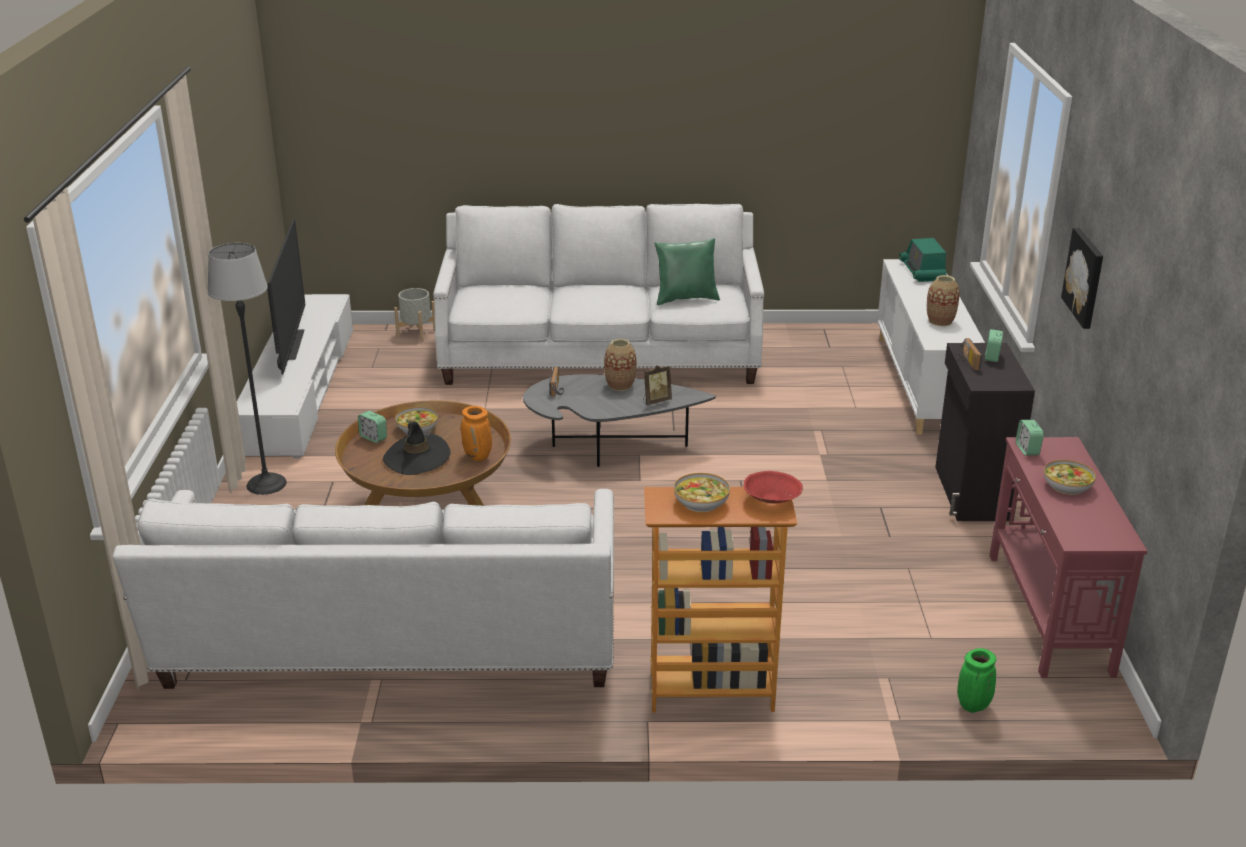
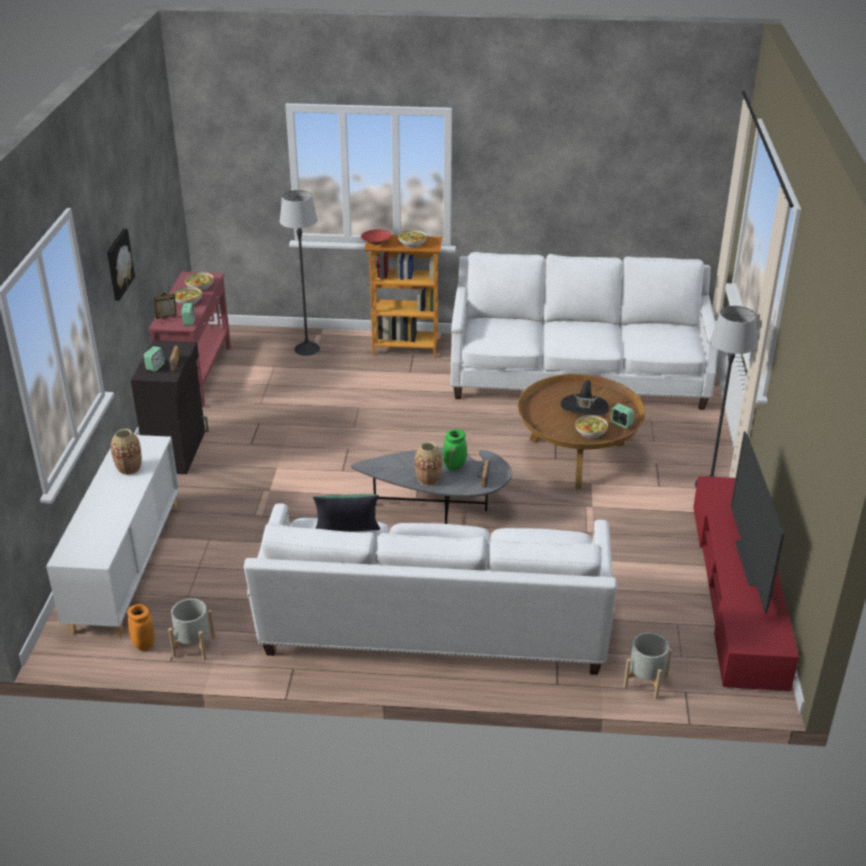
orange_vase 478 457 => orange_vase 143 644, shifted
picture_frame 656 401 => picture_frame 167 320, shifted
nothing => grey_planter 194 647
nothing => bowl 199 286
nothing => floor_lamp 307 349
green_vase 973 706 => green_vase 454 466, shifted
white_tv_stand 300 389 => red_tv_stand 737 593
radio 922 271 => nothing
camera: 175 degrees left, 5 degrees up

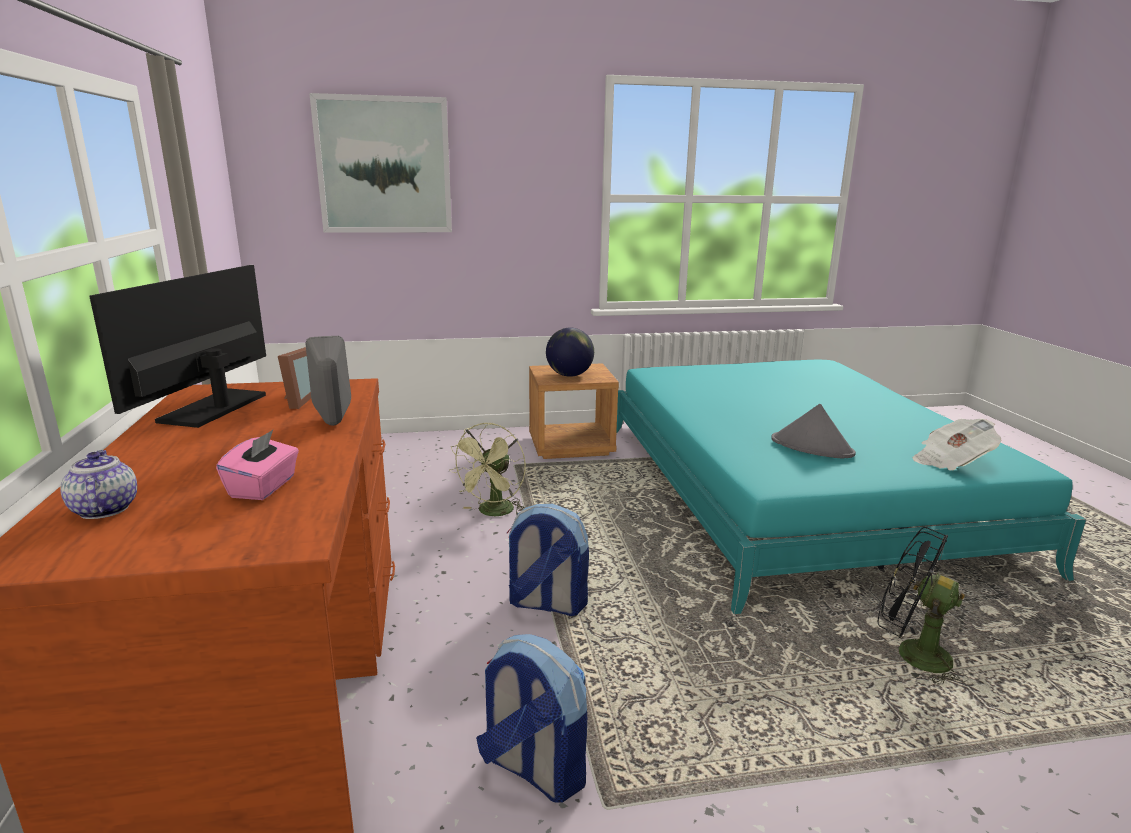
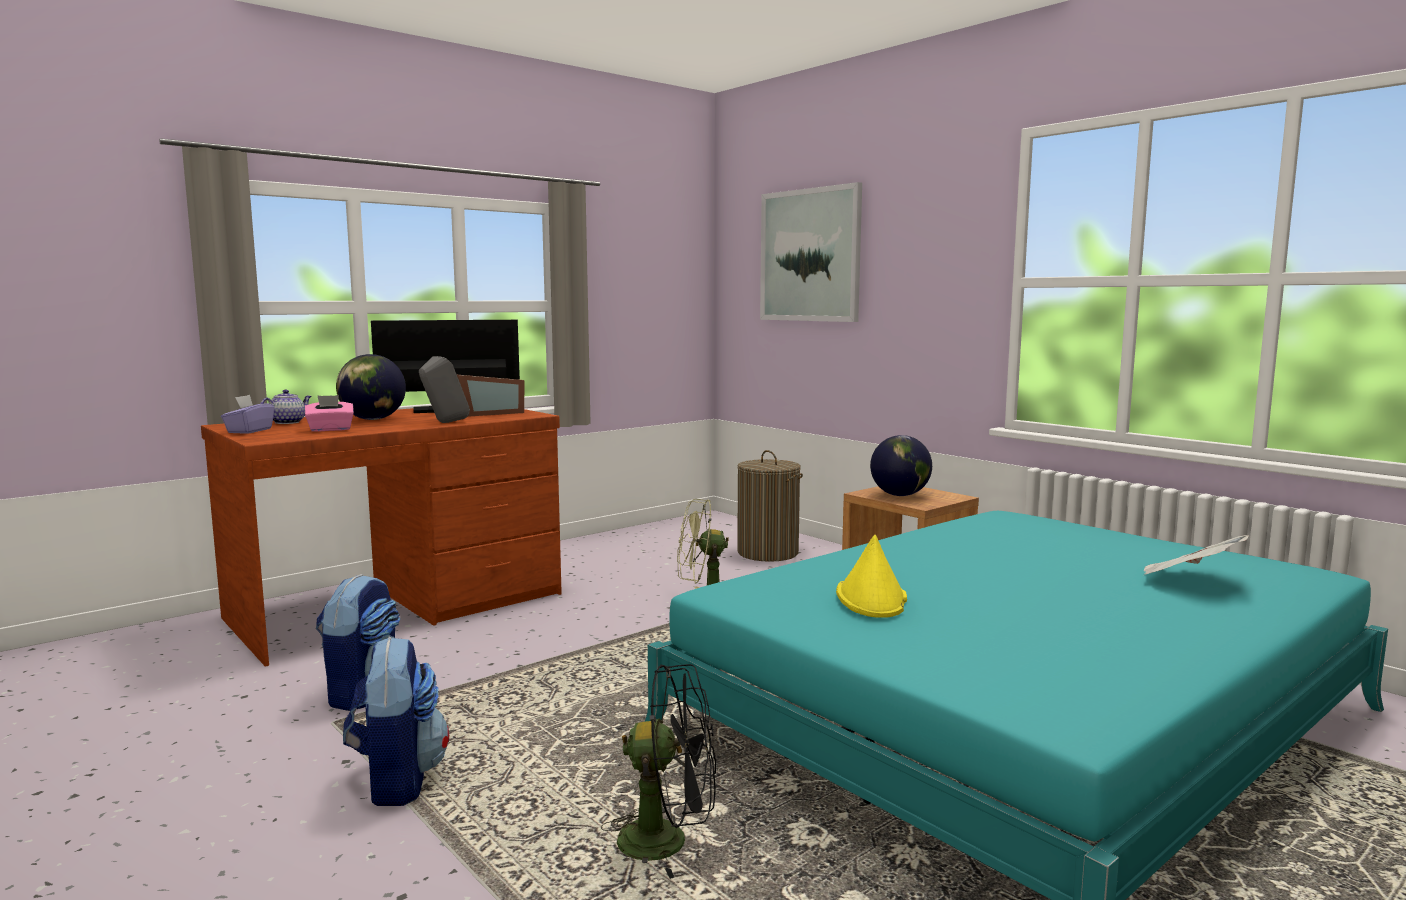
nothing => purple_tissue_box 249 431
nothing => globe 372 419
backpack 546 604 => backpack 397 780, shifted
black_fan 911 653 => black_fan 668 840, 90 degrees clockwise
nothing => laundry_basket 768 553
grey_hat 812 447 => yellow_hat 871 598
newspaper 950 462 => newspaper 1188 580, shifted
camera: 60 degrees right, 10 degrees down

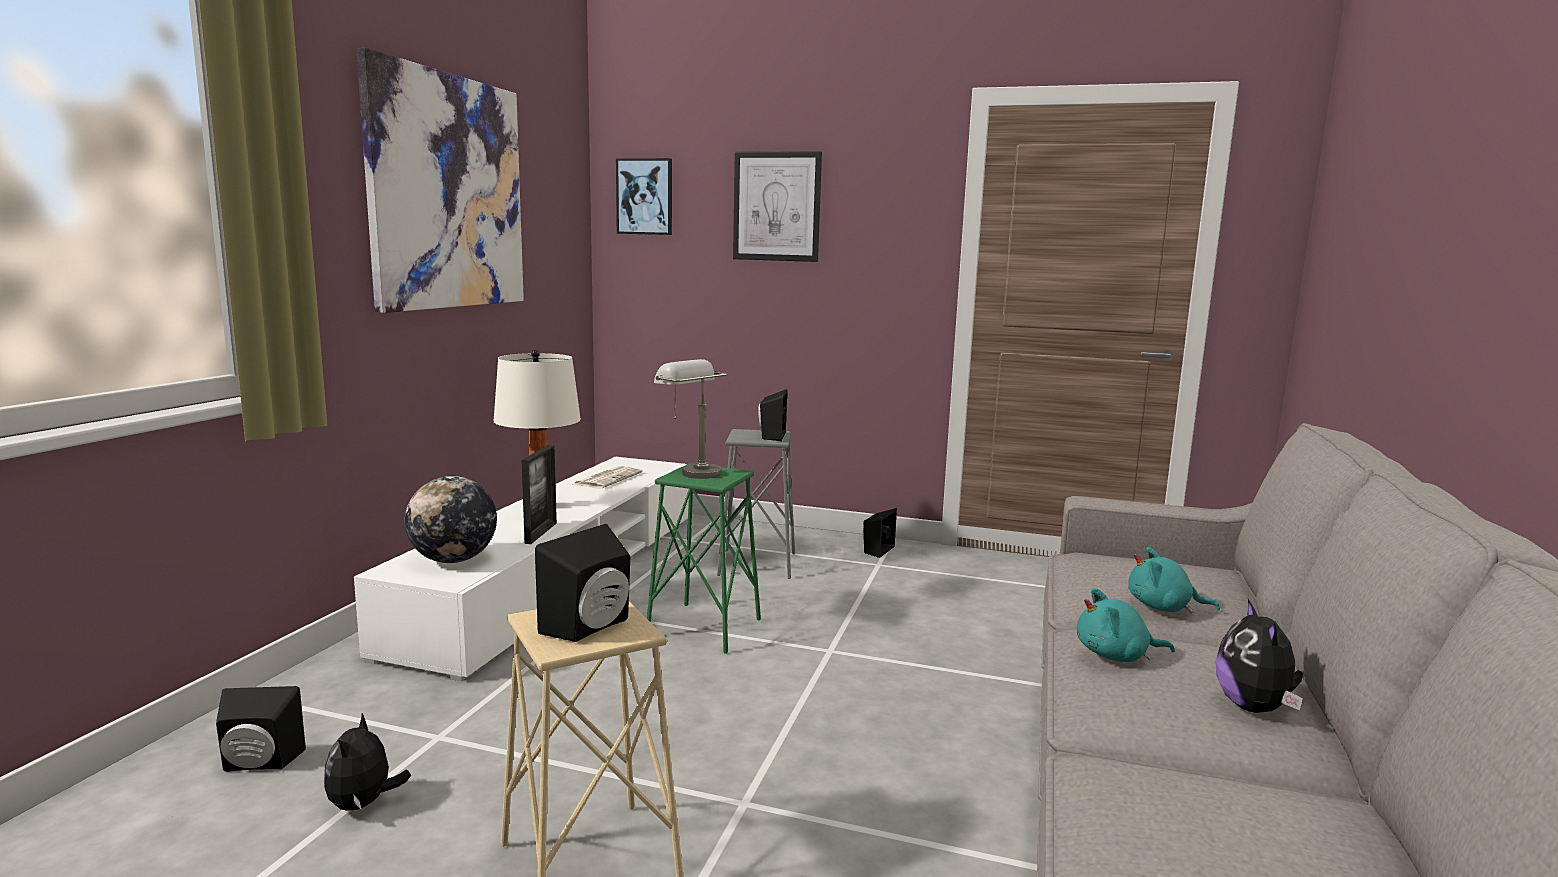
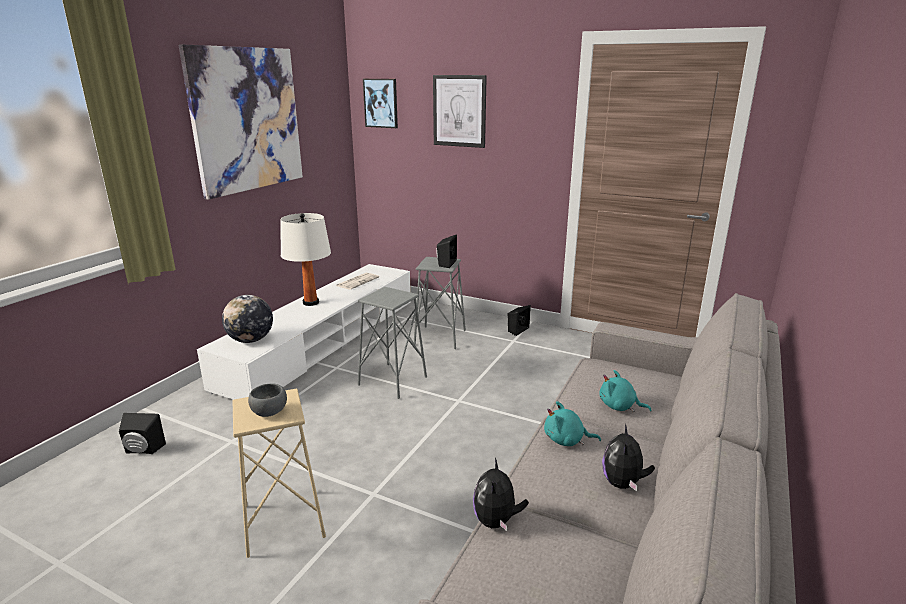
black_speaker 592 627 => grey_bowl 269 411
green_stool 704 627 => grey_stool 393 380
plush_toy 364 804 => plush_toy 496 521, shifted
picture_frame 541 533 => nothing
grey_table_lamp 690 471 => nothing
camera: 10 degrees right, 10 degrees up

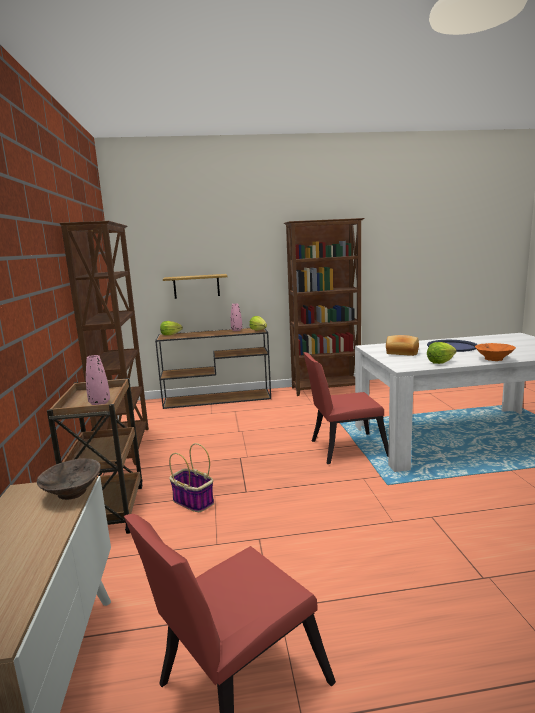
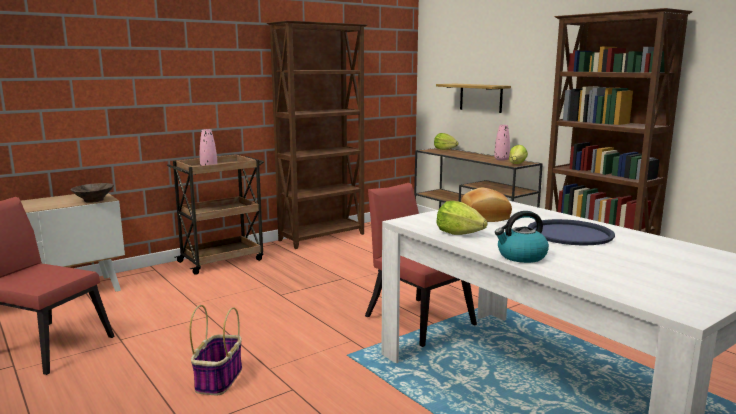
basket 192 501 => basket 219 379, shifted
orange_bowl 494 359 => kettle 521 256
camera: 60 degrees right, 0 degrees up

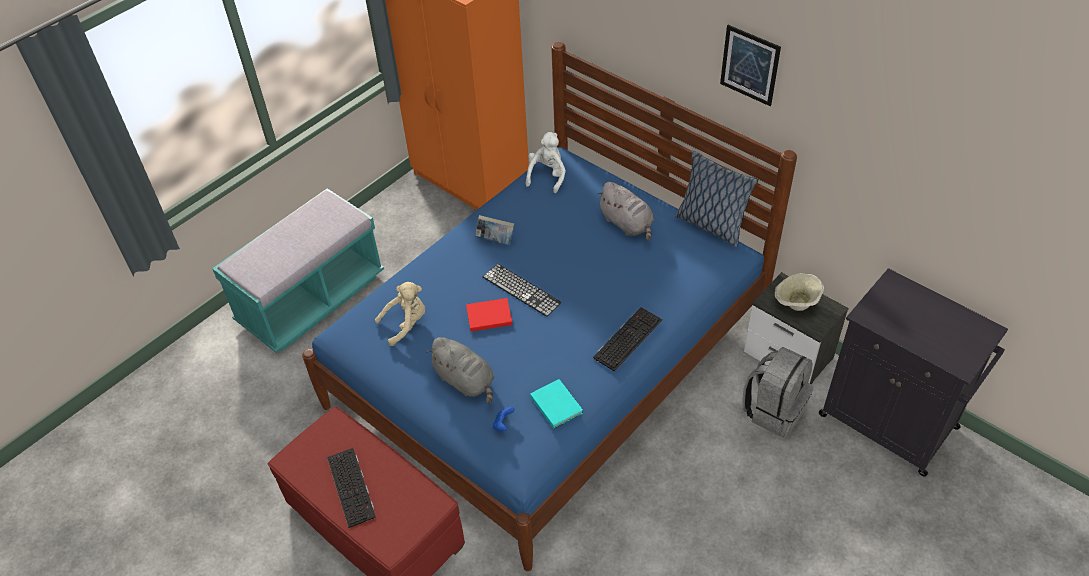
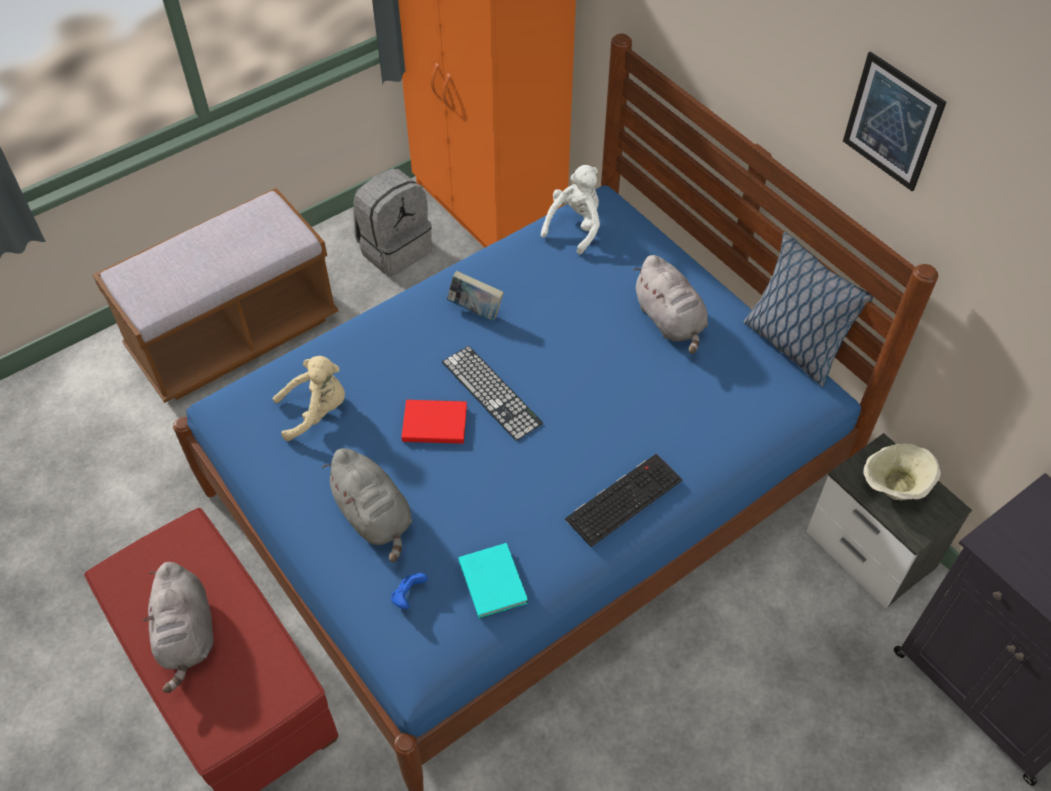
turquoise_bench 312 299 => brown_bench 234 335
keyboard 352 487 => grey_plush_toy 187 636
grey_backpack 774 410 => grey_backpack 394 249, shifted
camera: 10 degrees right, 5 degrees up

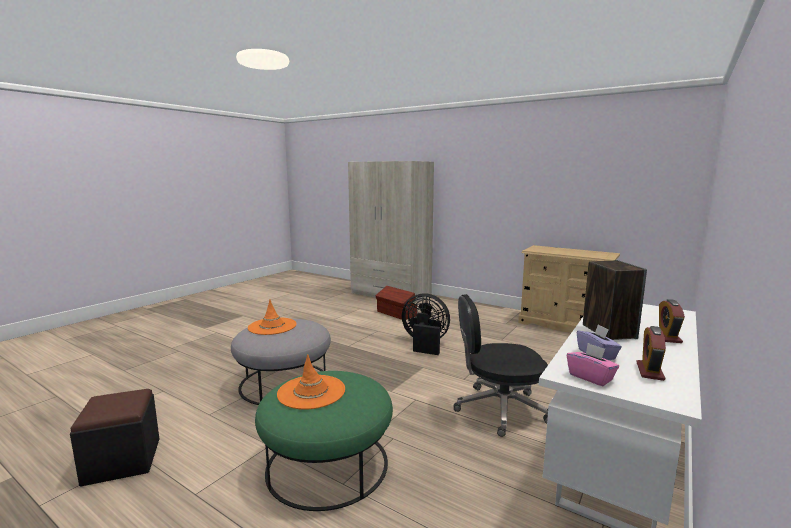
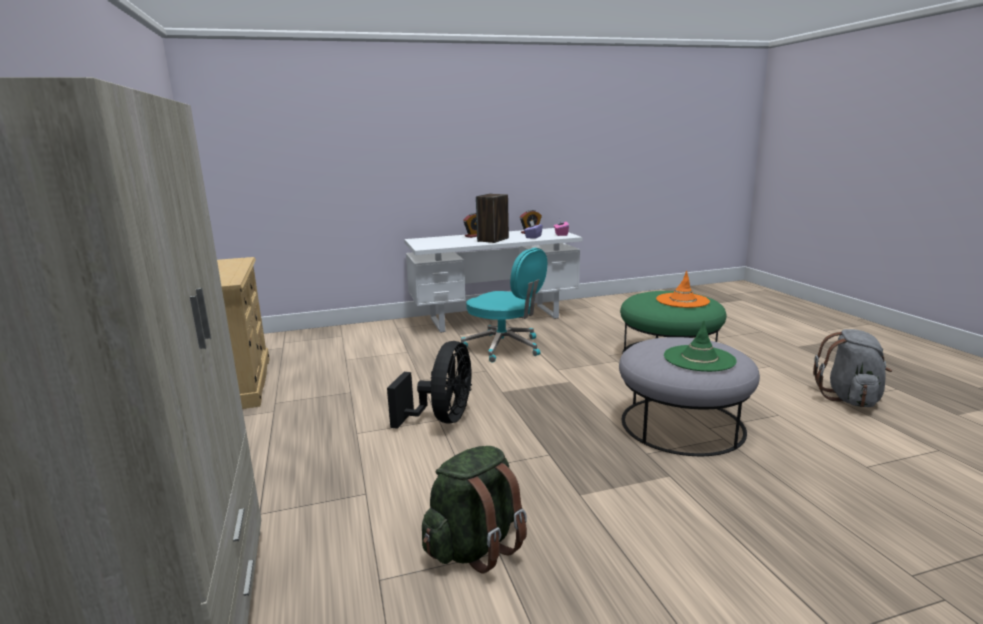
black_fan 425 343 => black_fan 442 419, 135 degrees counterclockwise
nothing => green_backpack 475 546
black_office_chair 499 409 => turquoise_office_chair 505 347
orange_hat 272 326 => green_hat 699 359
black_ottoman 122 461 => grey_backpack 850 398
brown_storage_box 396 314 => nothing
camera: 140 degrees left, 5 degrees up

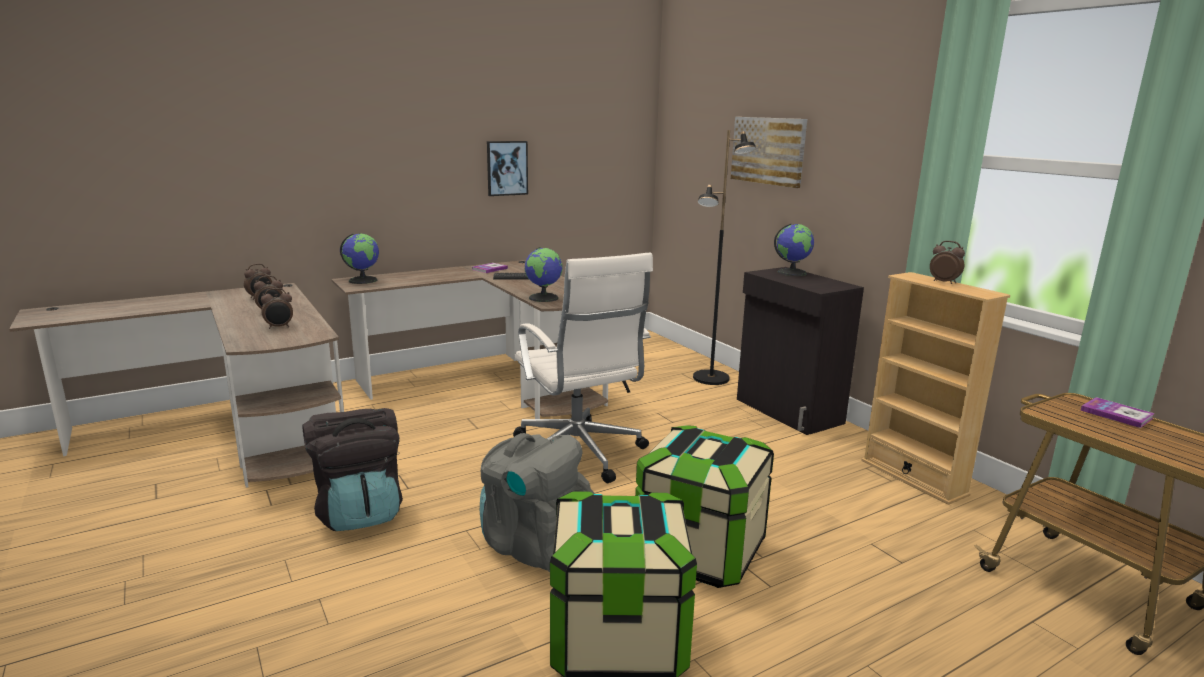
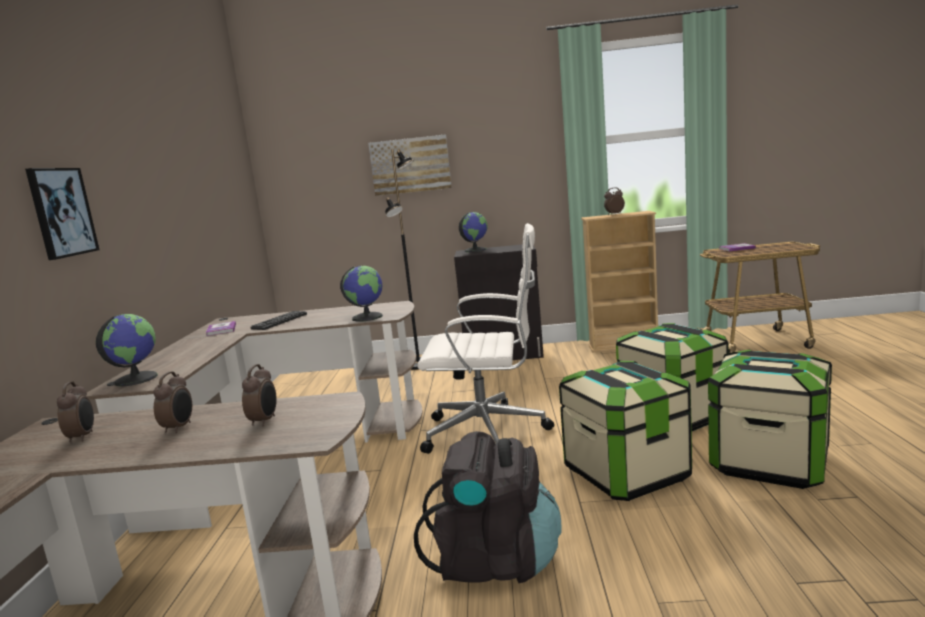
picture 507 168 => picture 61 212, shifted
grey_backpack 535 545 => storage_box 627 473
camera: 55 degrees left, 5 degrees down

